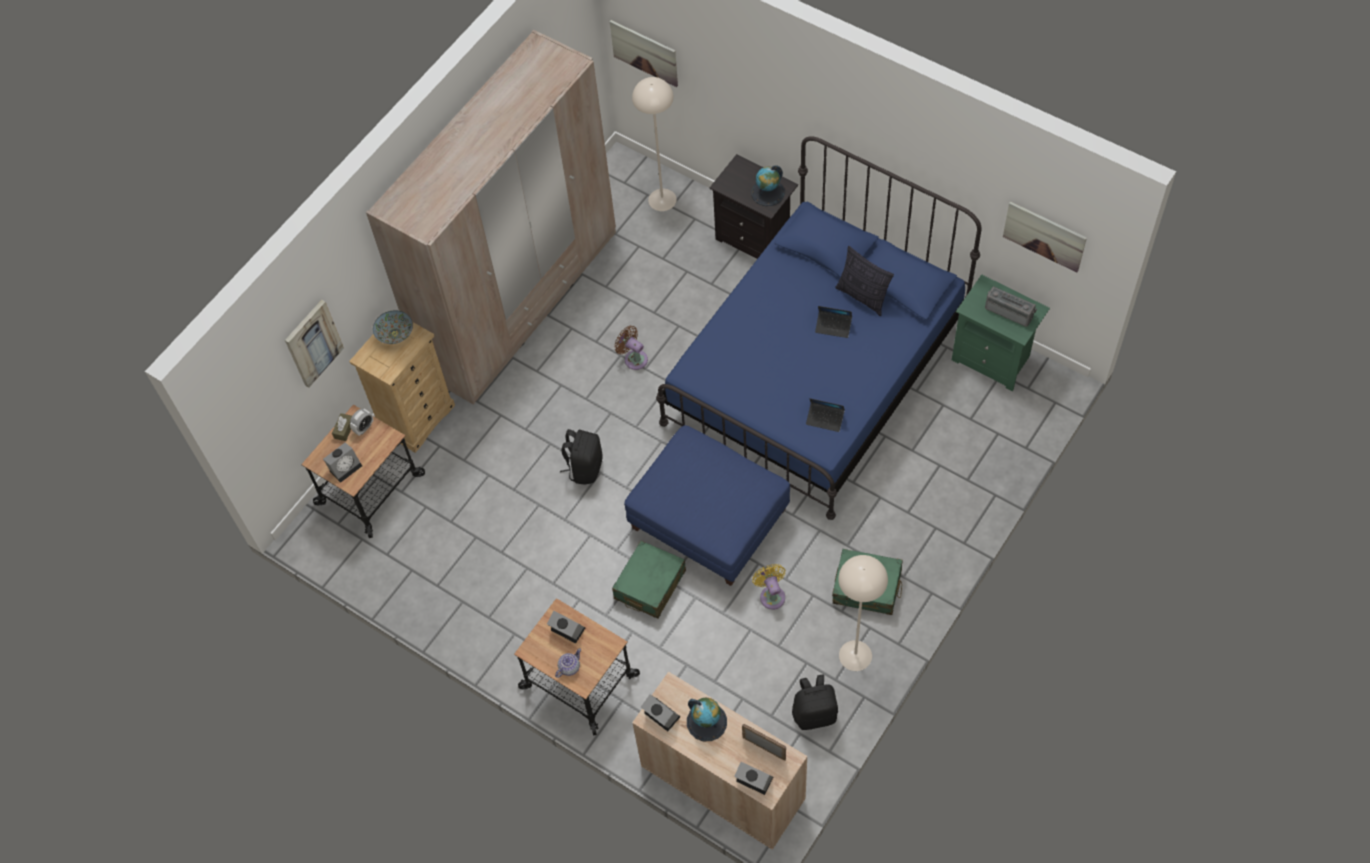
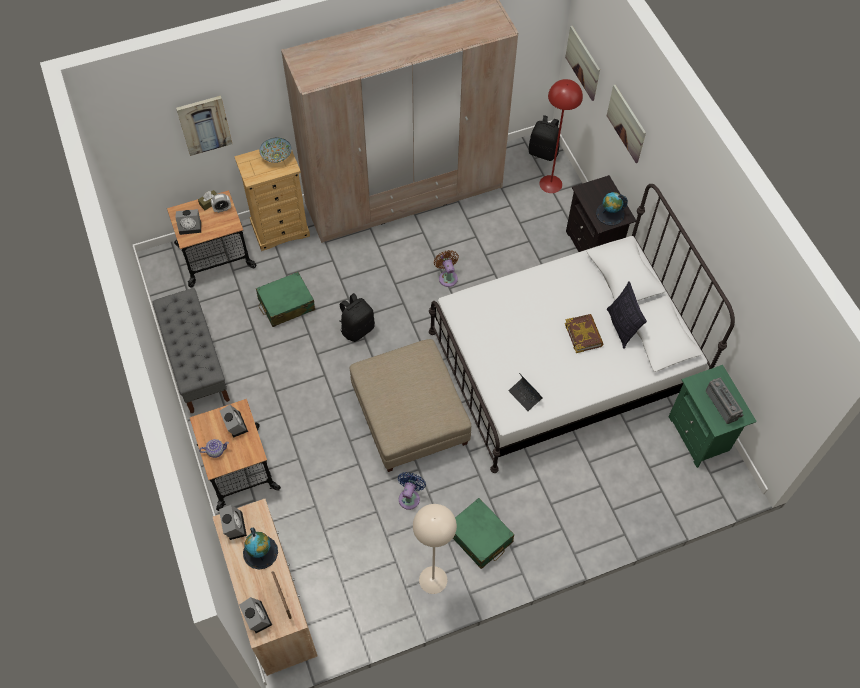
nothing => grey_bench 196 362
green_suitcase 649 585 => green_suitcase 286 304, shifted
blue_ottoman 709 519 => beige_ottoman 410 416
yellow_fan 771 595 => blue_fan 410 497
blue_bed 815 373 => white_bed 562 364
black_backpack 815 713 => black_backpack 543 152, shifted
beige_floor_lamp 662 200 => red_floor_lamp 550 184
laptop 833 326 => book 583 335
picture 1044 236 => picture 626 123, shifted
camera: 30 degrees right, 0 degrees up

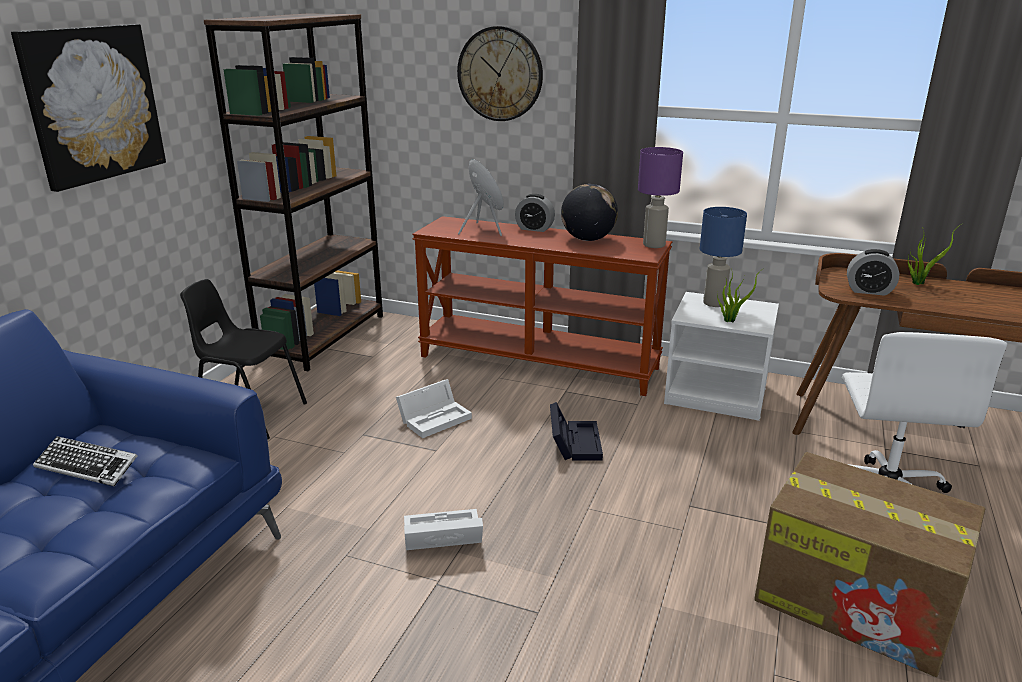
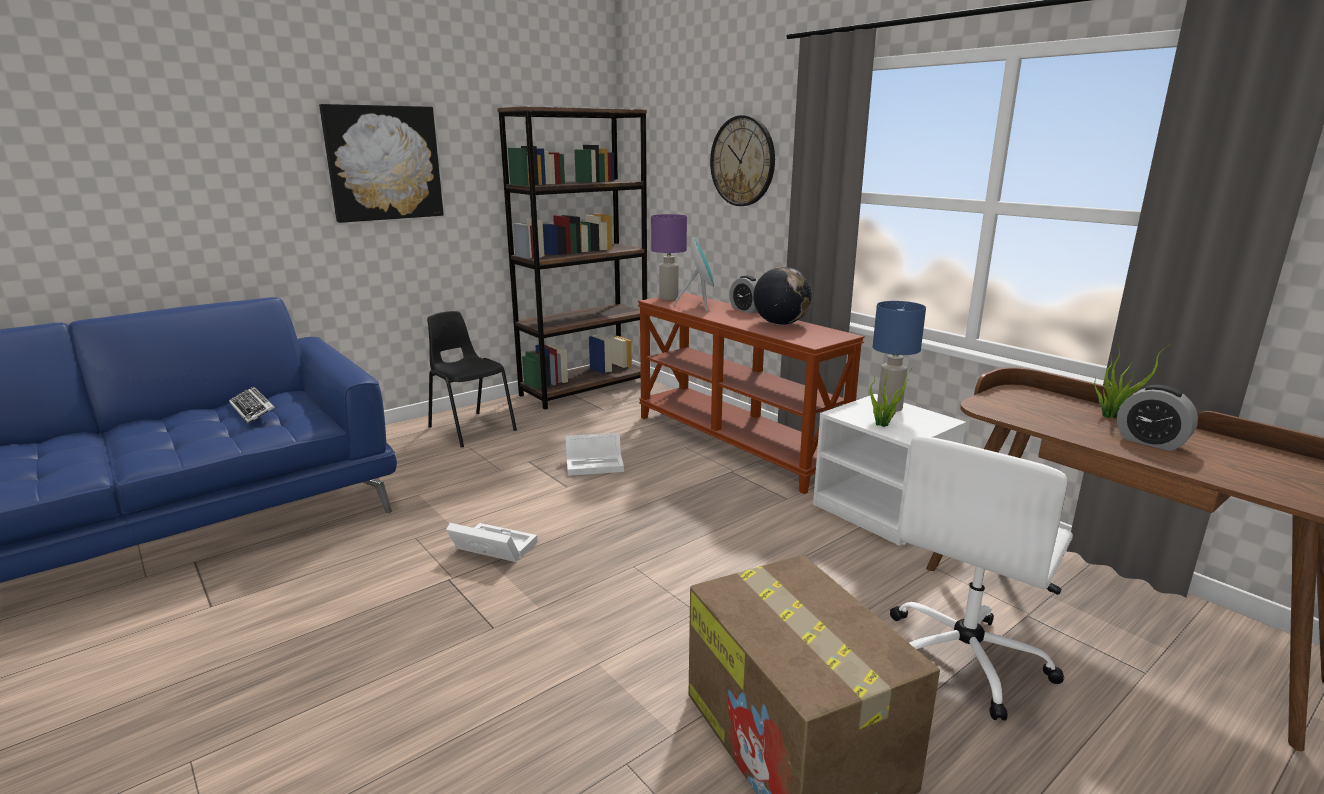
purple_table_lamp 654 245 => purple_table_lamp 668 298, shifted
alarm_clock 869 291 => alarm_clock 1150 442, shifted
black_storage_box 574 442 => nothing
camera: 30 degrees right, 5 degrees down

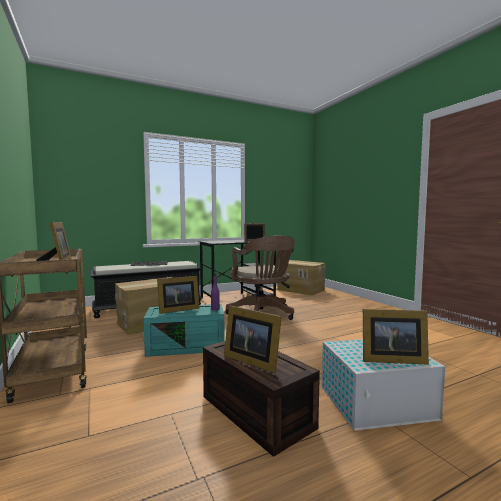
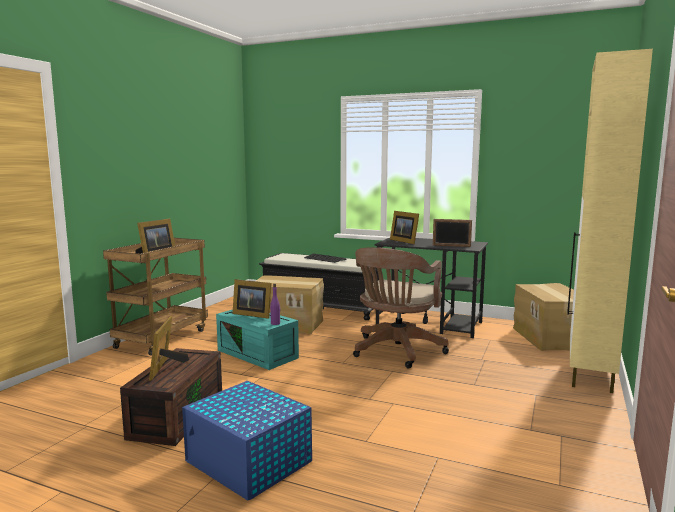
white_storage_box 378 403 => blue_storage_box 249 462
picture_frame 390 359 => picture_frame 404 241, shifted
nothing => beige_cabinet 590 374
camera: 50 degrees right, 5 degrees up

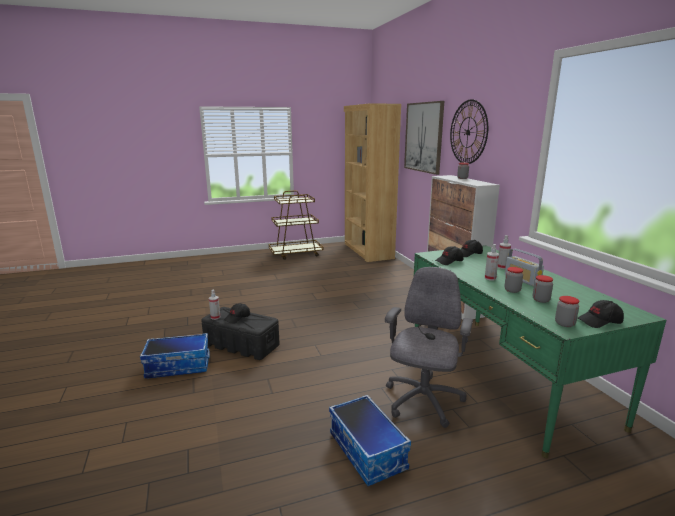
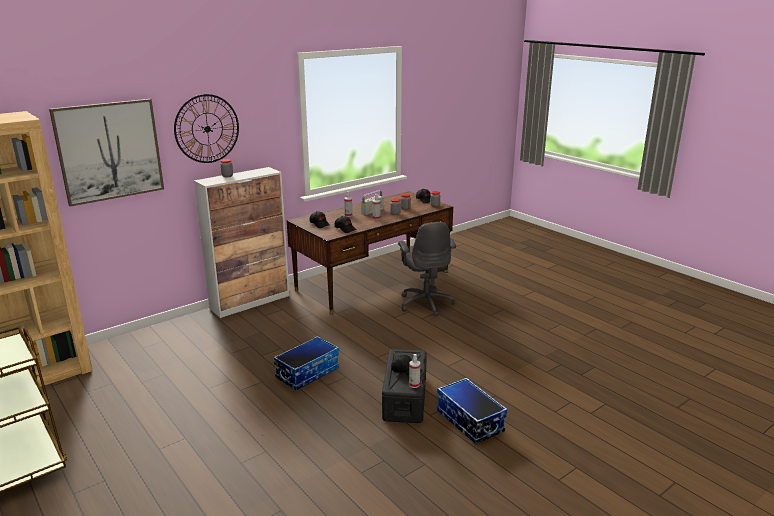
storage_box 368 451 => storage_box 307 373, shifted
green_desk 502 374 => brown_desk 373 281
grey_office_chair 423 401 => grey_office_chair 426 303, 105 degrees counterclockwise
camera: 110 degrees left, 5 degrees up

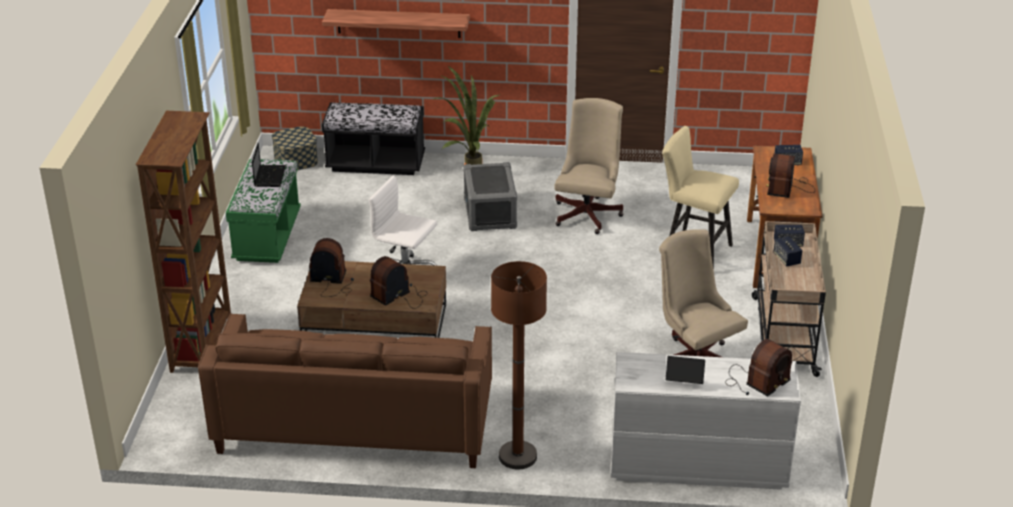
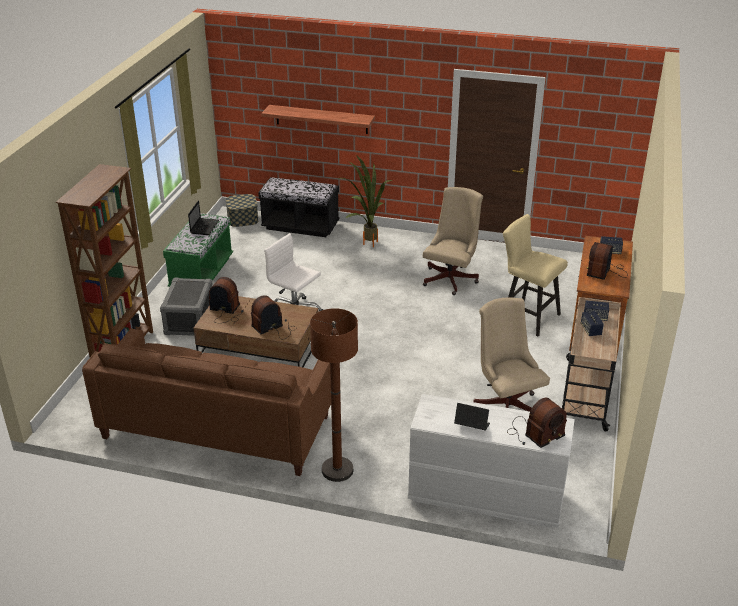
grey_storage_box 490 213 => grey_storage_box 190 320, shifted
camera: 10 degrees right, 0 degrees up

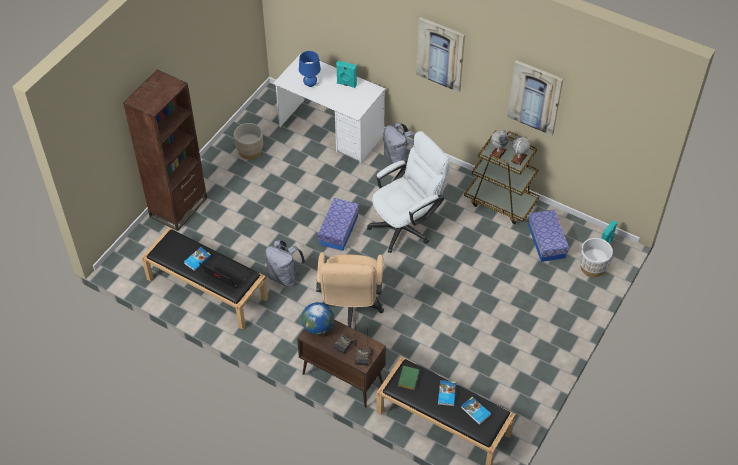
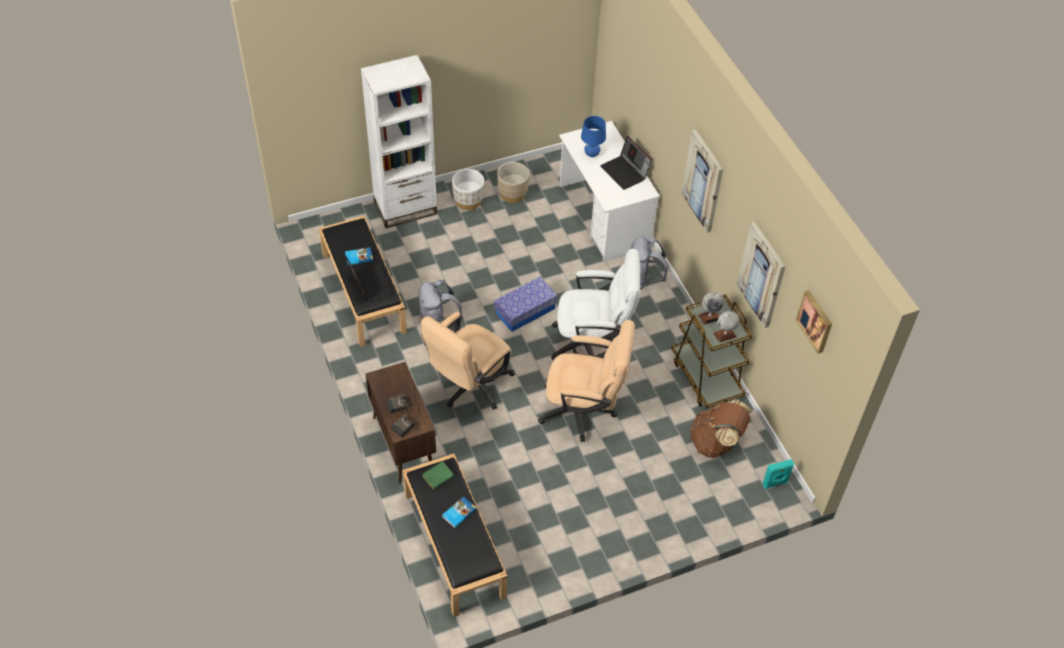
brown_bookcase 178 207 => white_bookcase 405 208
white_planter 592 267 => white_planter 468 201, shifted
nothing => beige_office_chair 584 411
turquoise_speaker 346 84 => laptop 625 172
storage_box 546 241 => brown_backpack 716 442
nothing => picture 815 321
globe 318 327 => nothing
book 475 411 => nothing
camera: 35 degrees right, 0 degrees up

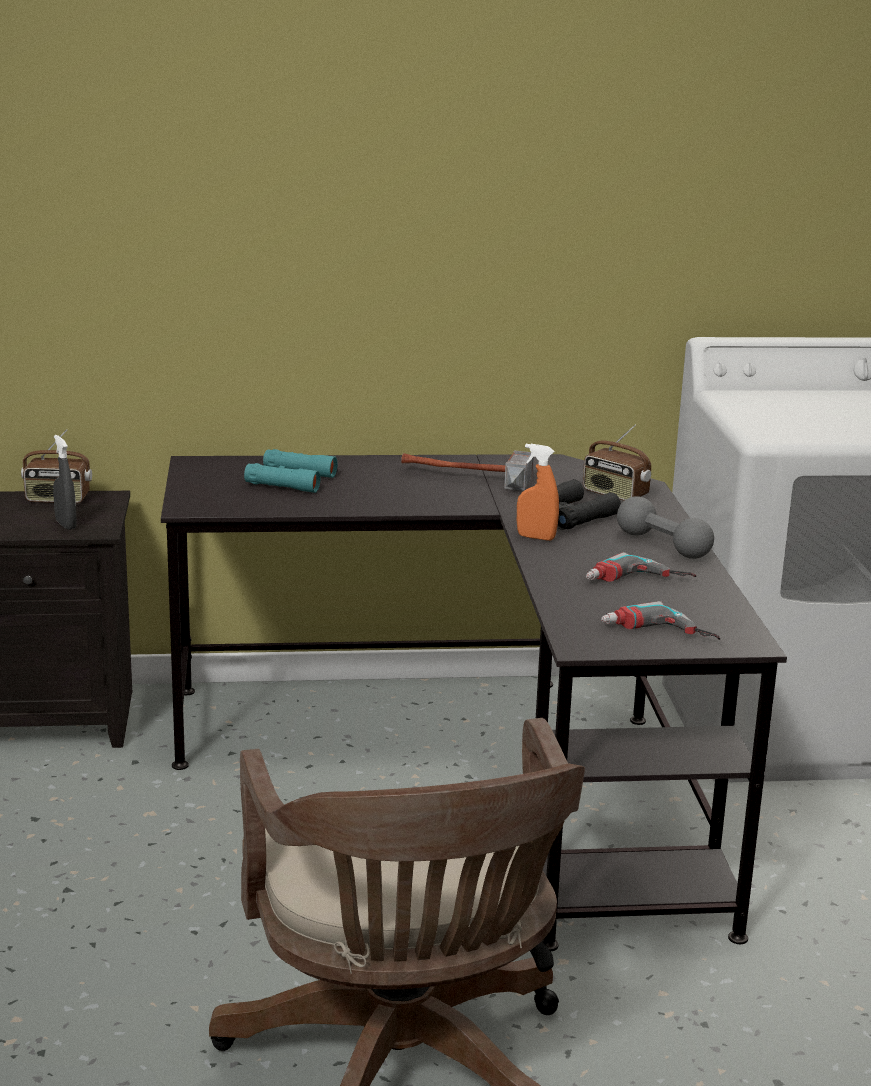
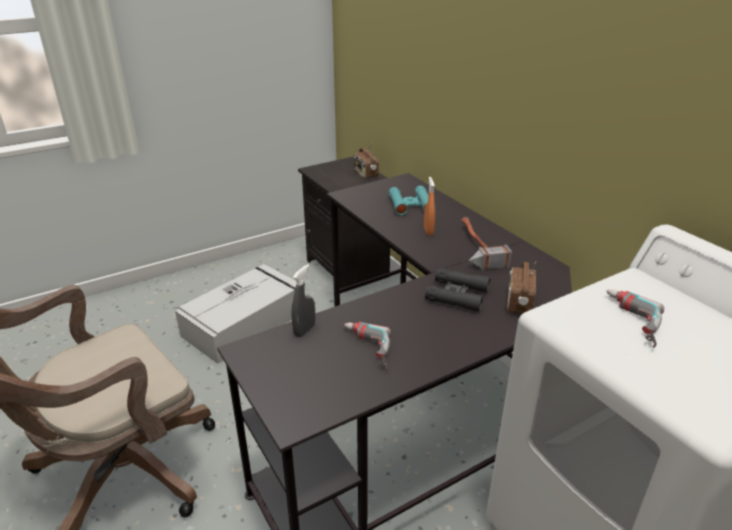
nothing => grey_storage_box 245 322
grey_spray_bottle 66 525 => grey_spray_bottle 304 330, shifted
orange_spray_bottle 536 537 => orange_spray_bottle 428 231, shifted
power_drill 657 635 => power_drill 628 321, shifted
grey_dumbbell 663 545 => nothing
camera: 65 degrees right, 10 degrees up

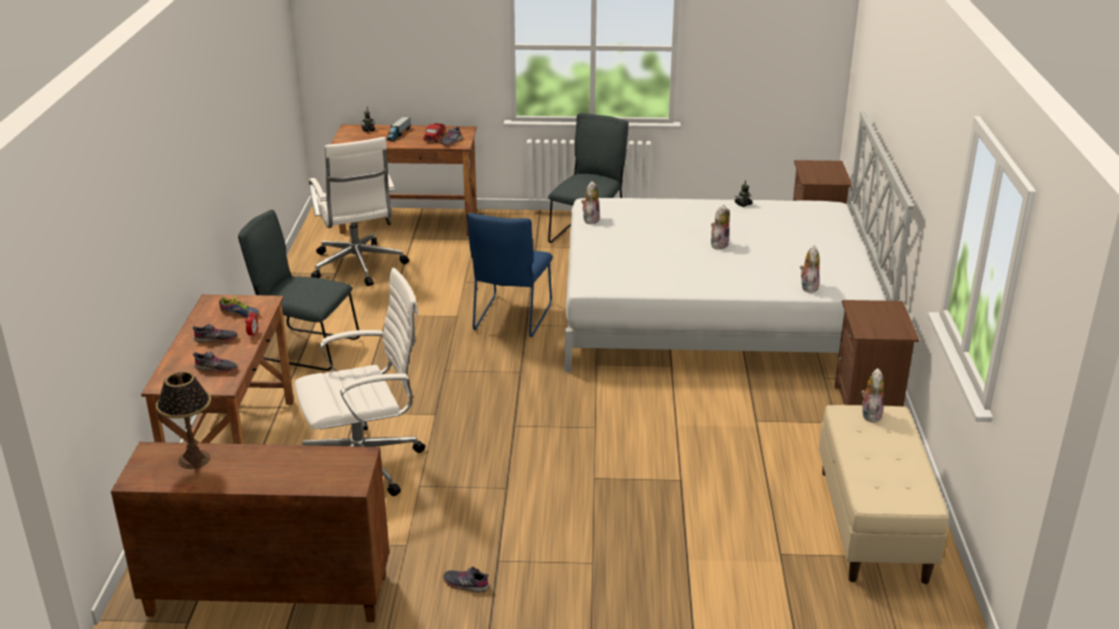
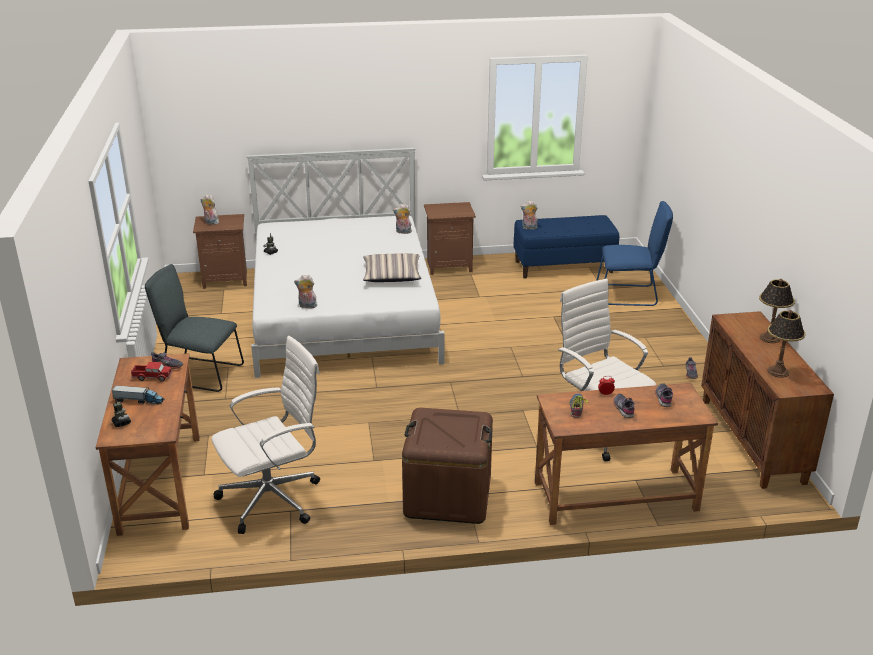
plush_toy 718 244 => plush_toy 210 223, shifted
nothing => pillow 392 275
grey_chair 305 348 => brown_storage_box 447 496
beige_bench 873 525 => blue_bench 564 266
blue_chair 511 319 => blue_chair 629 295, shifted
nothing => table_lamp 769 338
camera: 100 degrees left, 0 degrees up

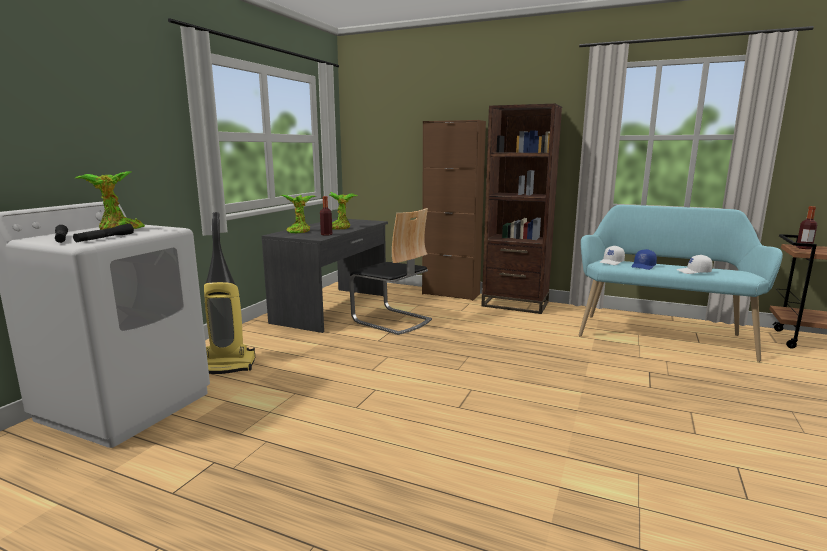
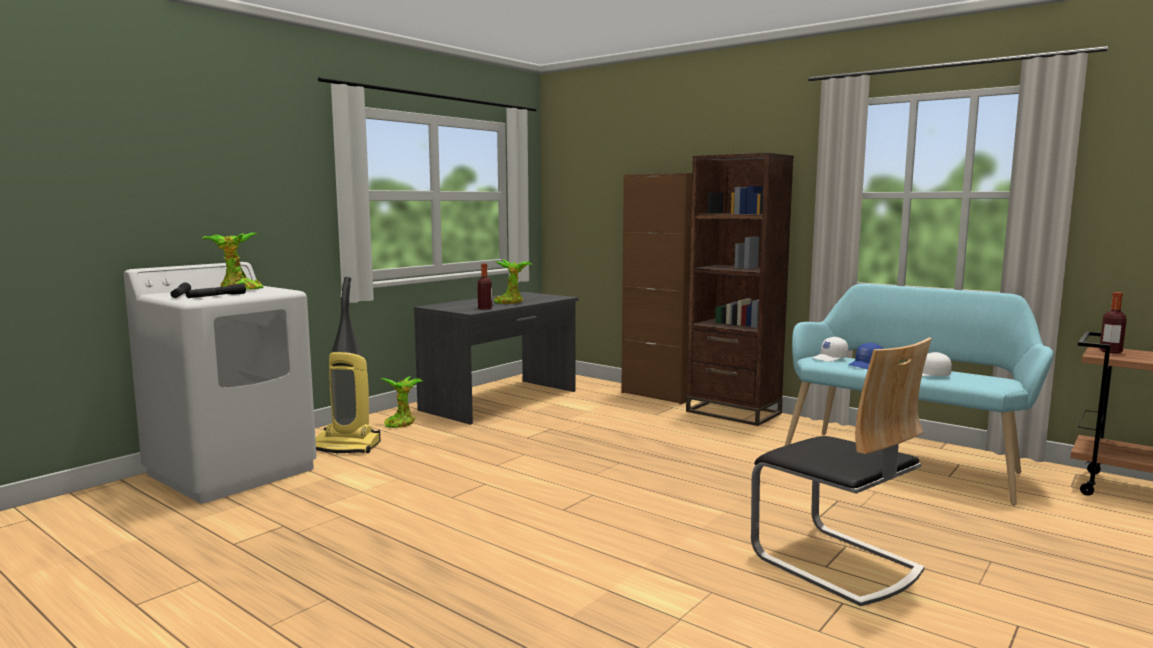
potted_plant 299 231 => potted_plant 401 423, shifted
chair 392 320 => chair 836 562, shifted
camera: 15 degrees right, 5 degrees down

